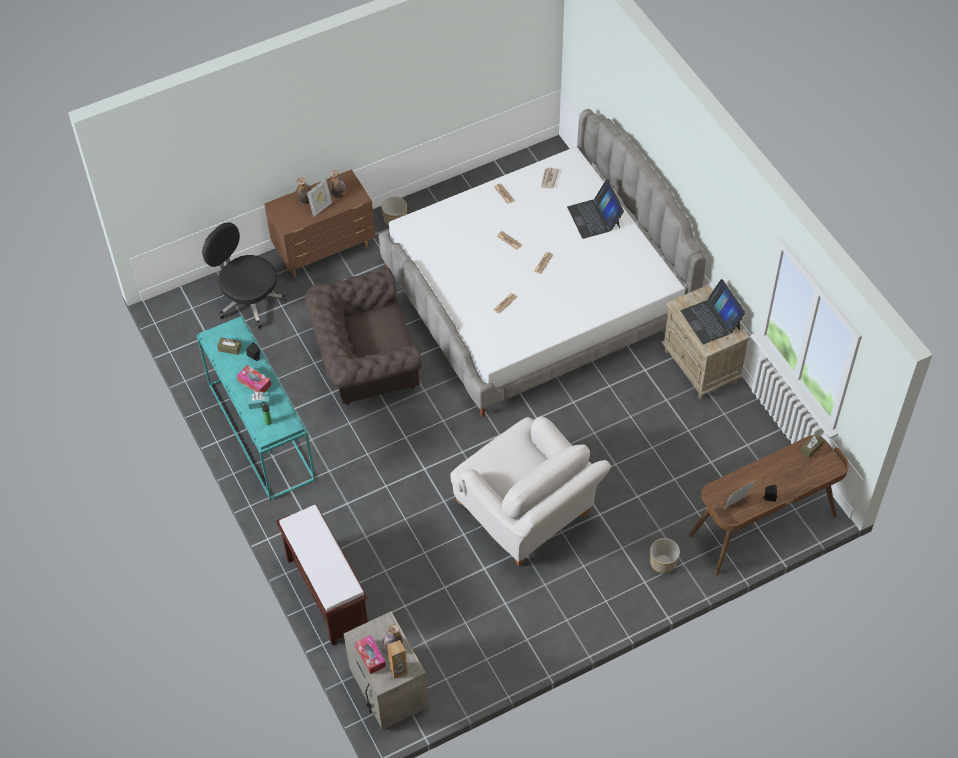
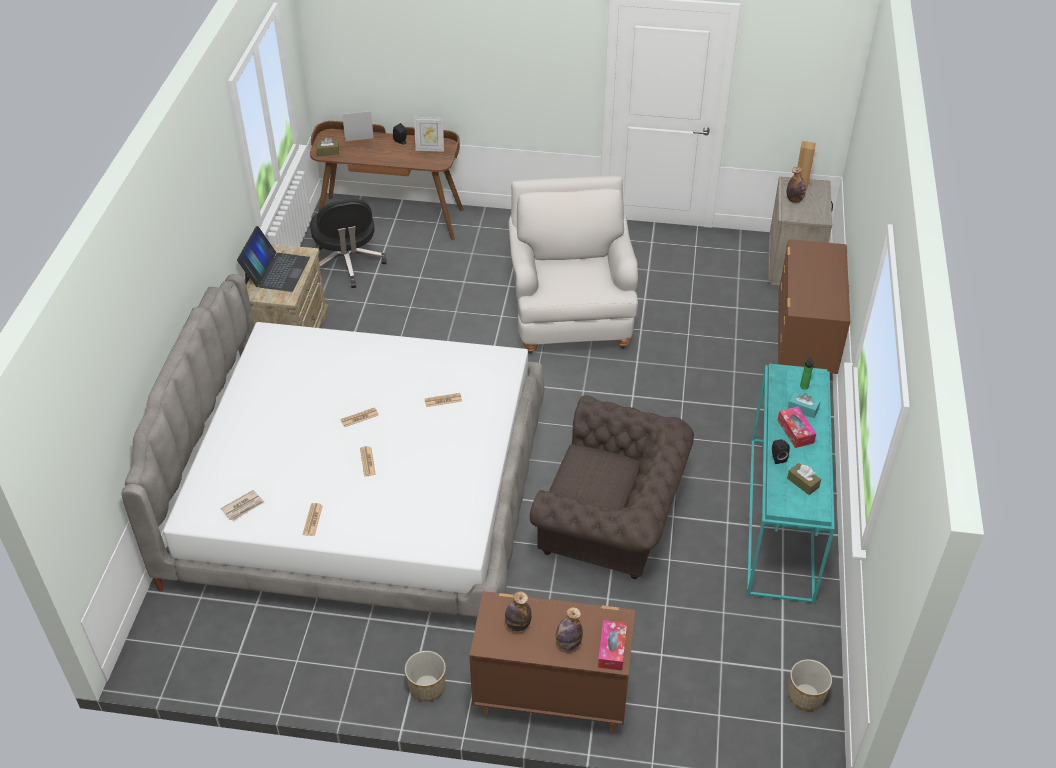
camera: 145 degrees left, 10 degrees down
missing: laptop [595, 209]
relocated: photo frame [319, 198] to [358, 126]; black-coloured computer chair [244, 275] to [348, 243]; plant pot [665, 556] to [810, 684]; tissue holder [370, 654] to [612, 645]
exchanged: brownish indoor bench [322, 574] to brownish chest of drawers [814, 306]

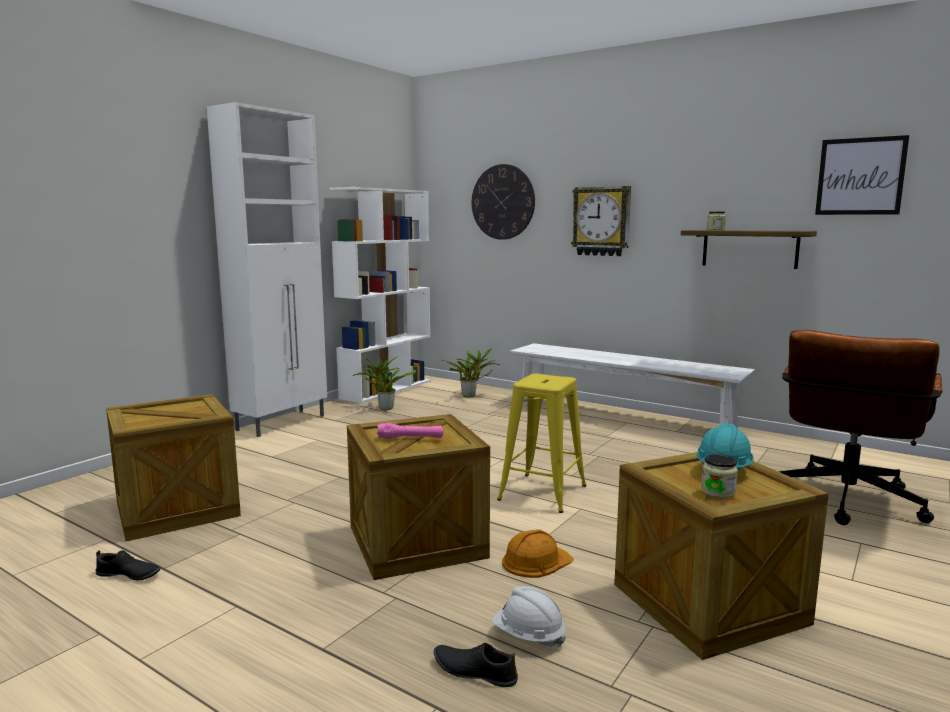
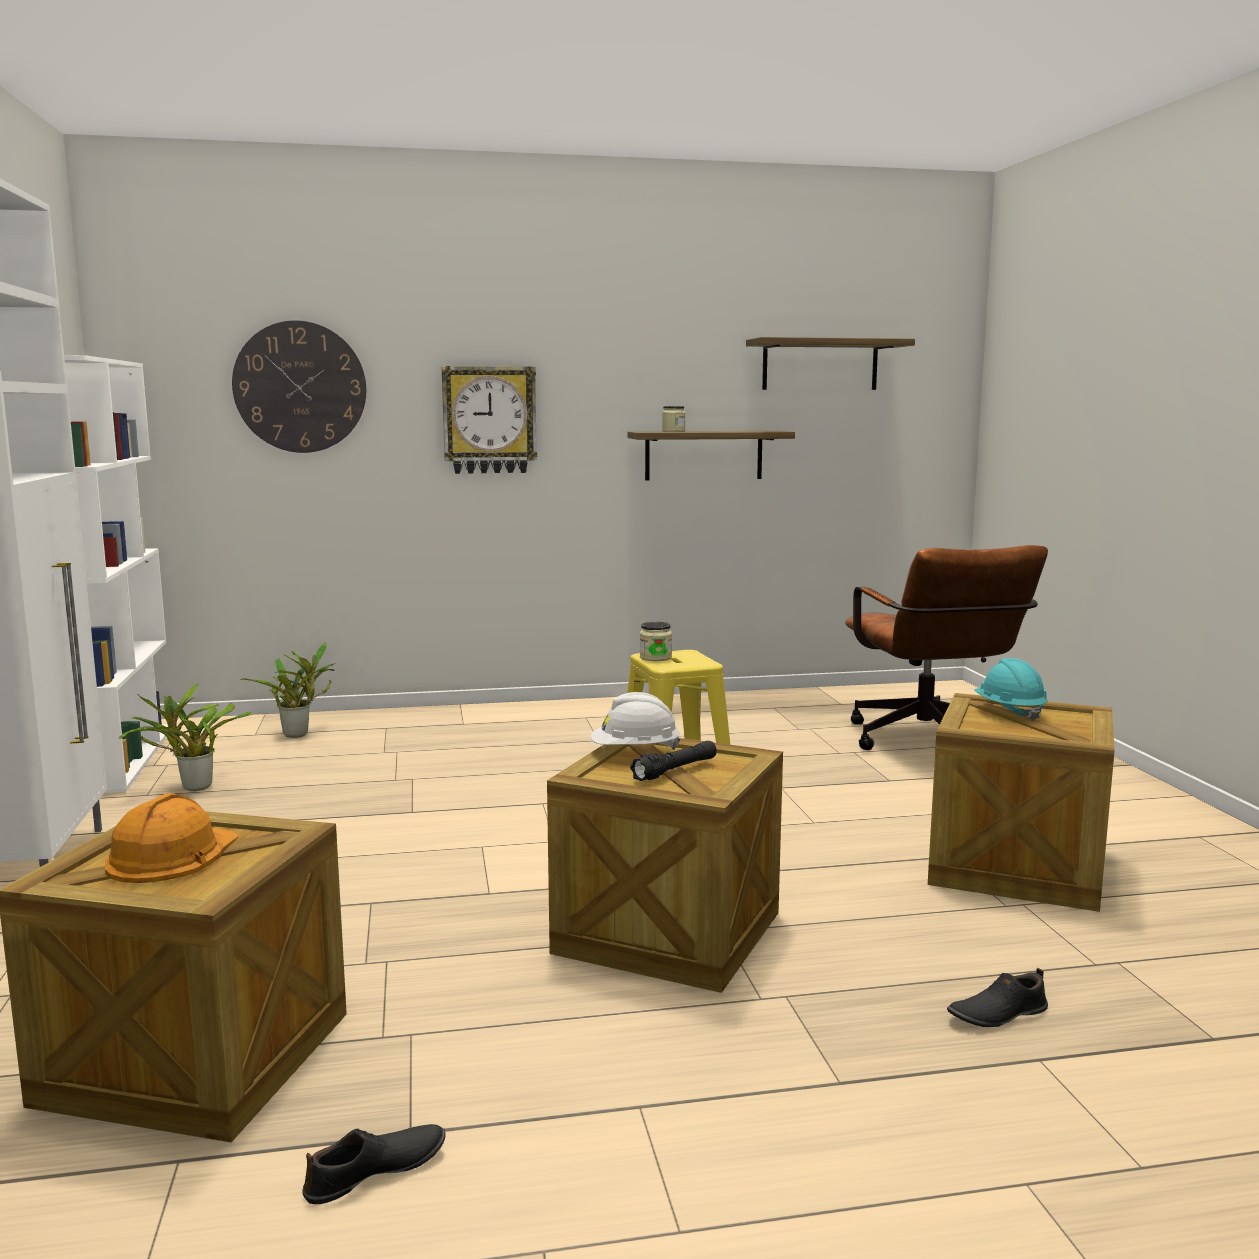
camera: 45 degrees left, 0 degrees up
missing: whitish indoor bench [632, 386]
relocated: jar [719, 476] to [656, 641]; orangey work helmet [538, 553] to [171, 838]; whitish work helmet [529, 616] to [636, 721]
exchanged: wall art [862, 175] to wall shelf [830, 363]
colour: pinkish flashlight [410, 431] to black-coloured flashlight [673, 761]

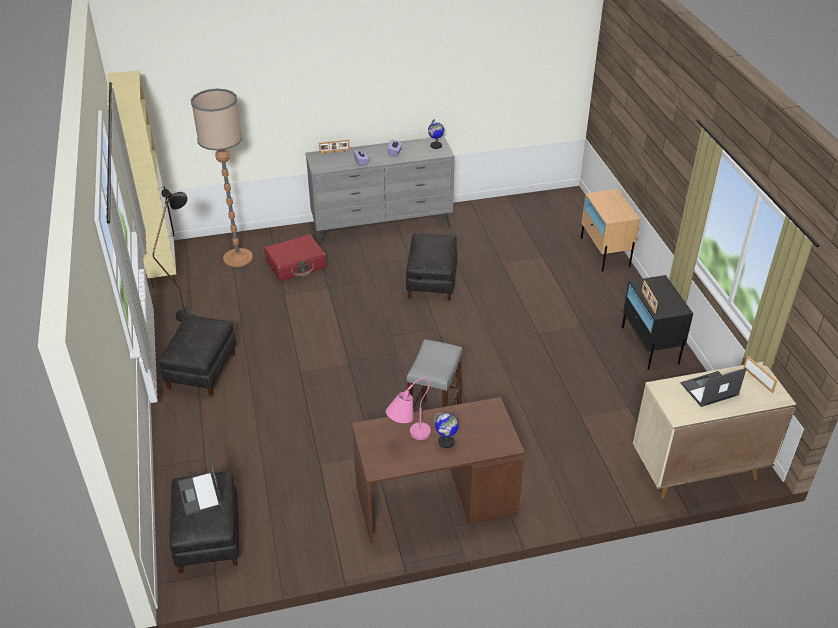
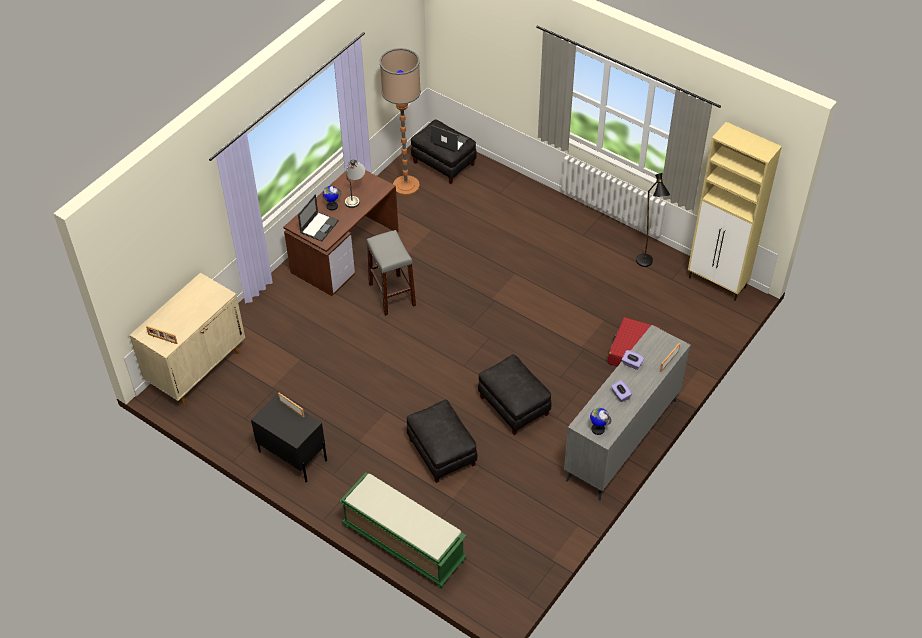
camera: 140 degrees right, 10 degrees up
relocated: standard lamp [222, 178] to [400, 121]; black-coloured footrest [197, 355] to [442, 441]; laptop [714, 387] to [318, 217]
exchanged: sand-coloured nightstand [611, 230] to greenish indoor bench [403, 530]
colour: pinkish tabletop lamp [408, 408] to greyish tabletop lamp [355, 184]

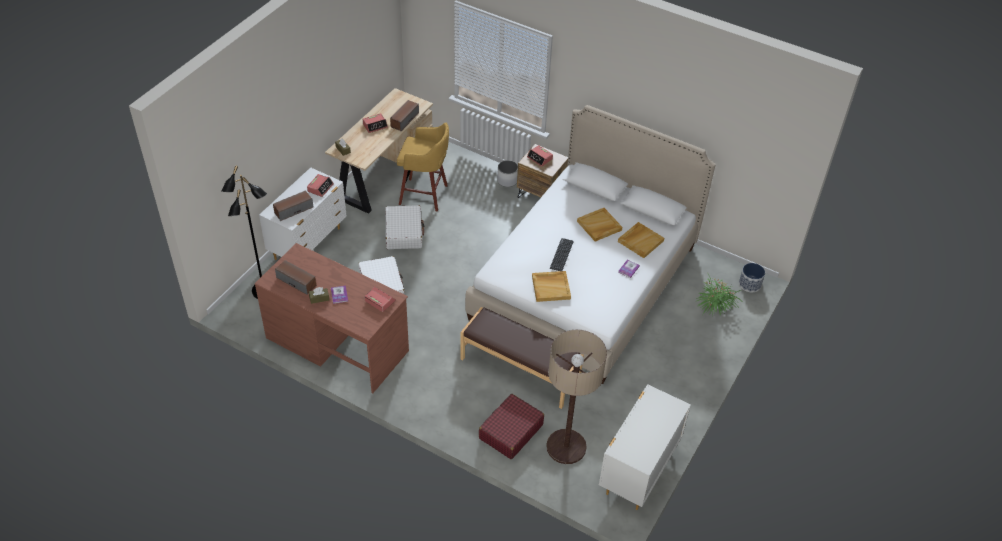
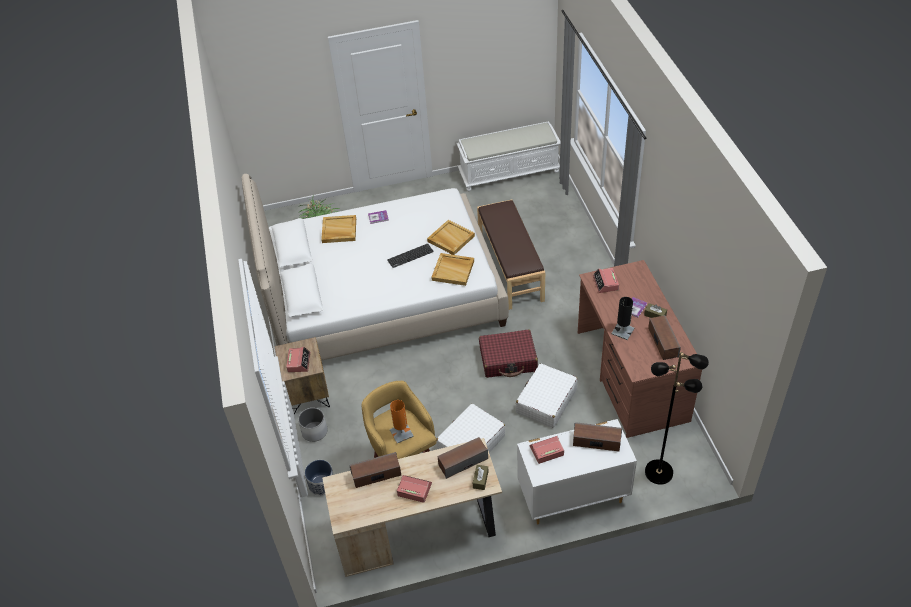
camera: 130 degrees left, 0 degrees up
missing: standard lamp [576, 397]
appeared: black-coloured tabletop lamp [623, 318]; orangey tabletop lamp [402, 421]; loudspeaker [462, 458]
relocated: sand-coloured carrying tray [599, 225] to [452, 269]; plant pot [752, 277] to [319, 478]; red travel case [511, 426] to [508, 353]
exchanged: whitish chest of drawers [645, 447] to whitish indoor bench [508, 156]

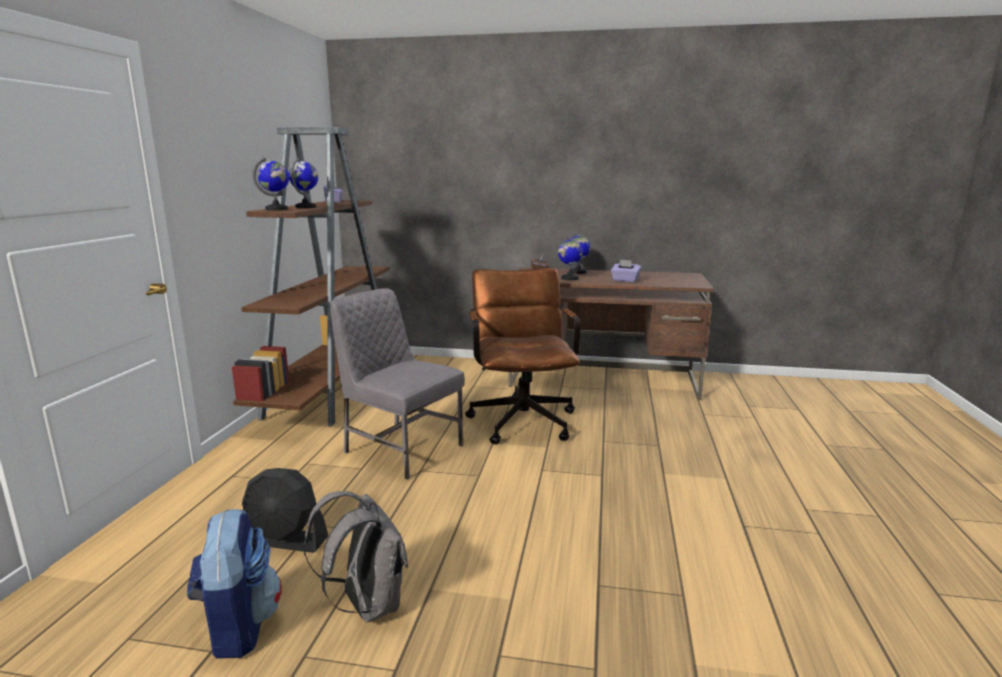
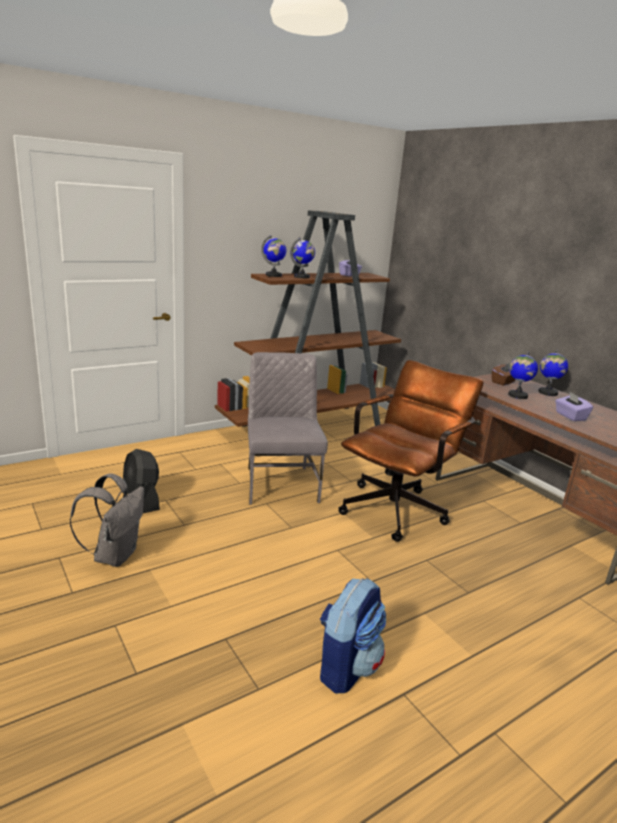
camera: 45 degrees right, 5 degrees up
relocated: knapsack [234, 583] to [352, 635]

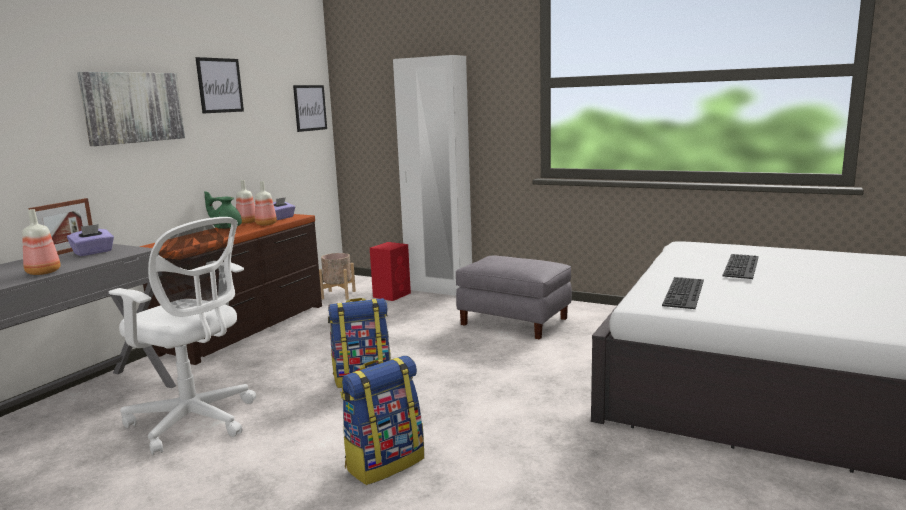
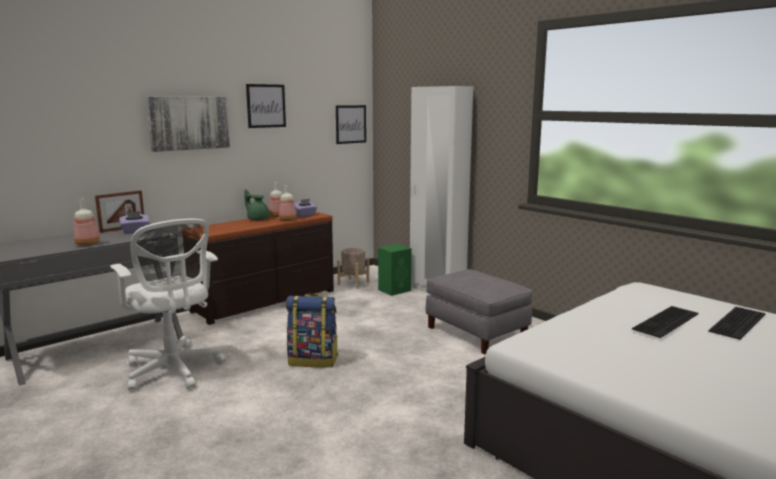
camera: 20 degrees right, 0 degrees up
missing: knapsack [382, 420]
relocated: PC keyboard [683, 293] to [737, 323]
colour: red loudspeaker [390, 271] to greenish loudspeaker [395, 270]

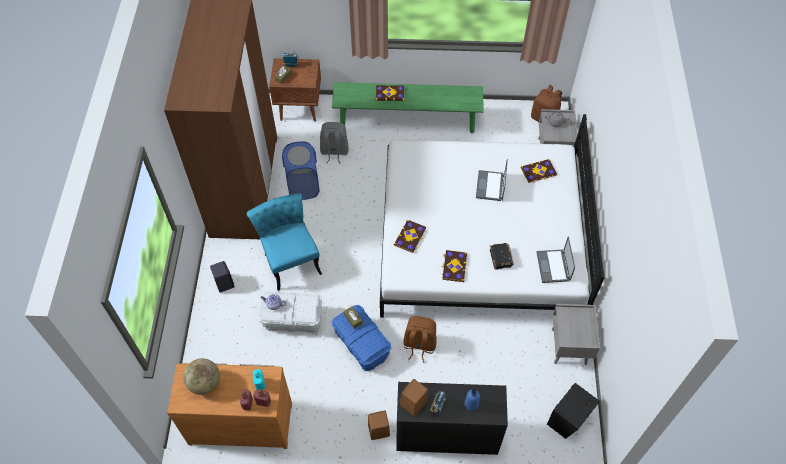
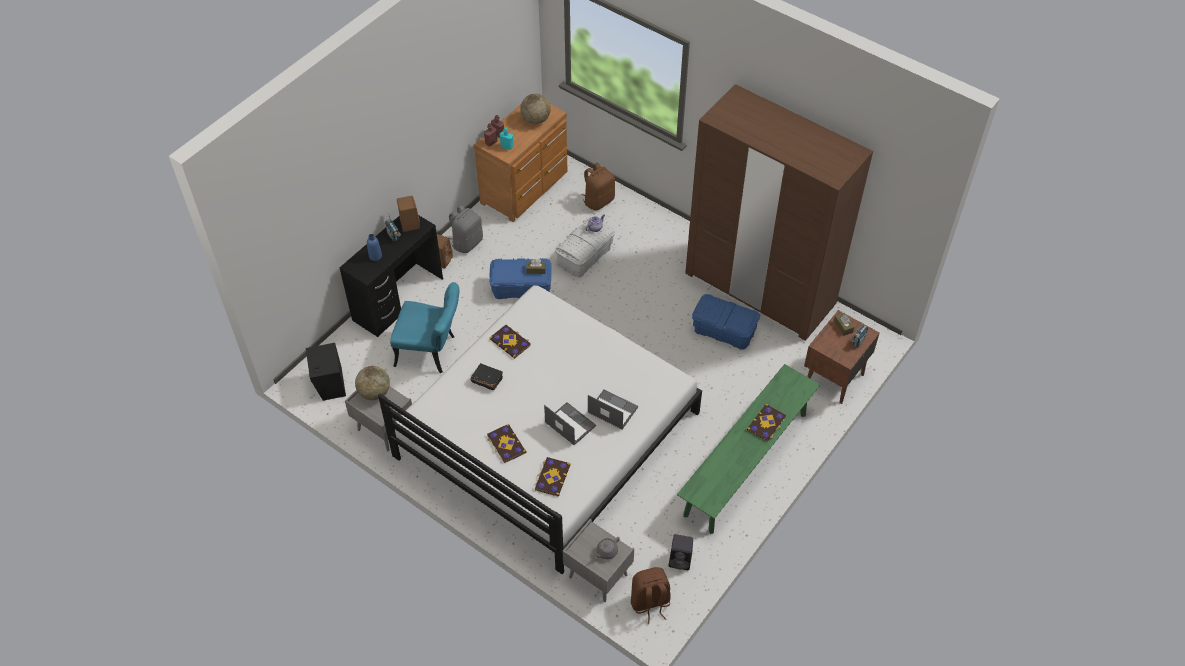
camera: 125 degrees right, 5 degrees down
appeared: desk globe [372, 383]
relocated: greyish knapsack [334, 143] to [466, 229]; blue-green plain chair [284, 242] to [424, 327]; bound book [410, 236] to [506, 443]; laptop [555, 259] to [613, 409]; black-coloured loudspeaker [222, 277] to [681, 552]; brownish knapsack [420, 339] to [598, 186]
exchanged: blue-coloured laundry basket [301, 170] to blue-coloured storage bin [726, 321]

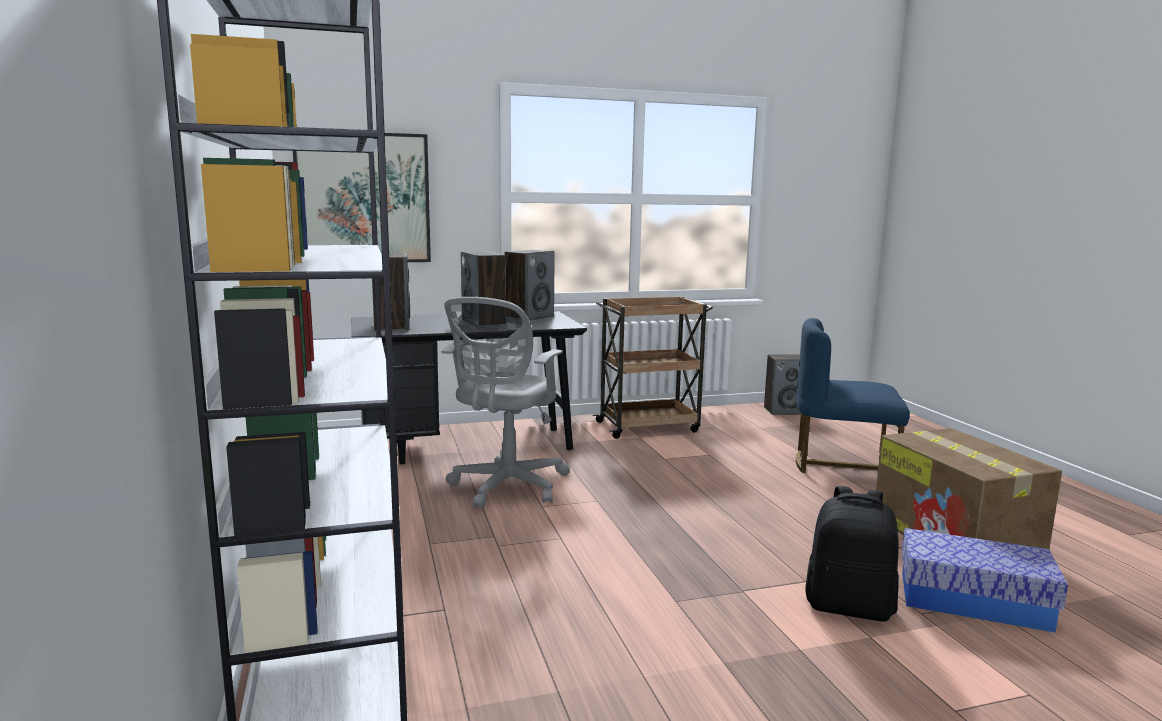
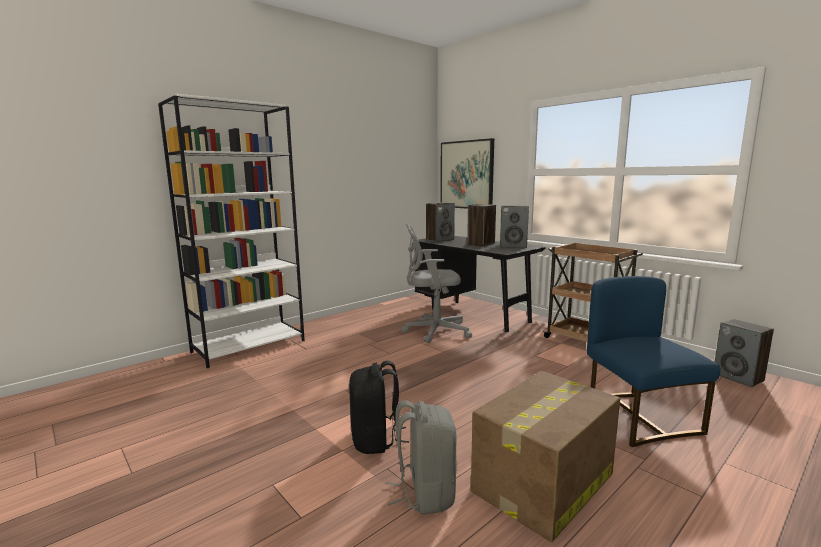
camera: 65 degrees right, 0 degrees up
exchanged: storage bin [985, 580] to greyish knapsack [421, 457]

